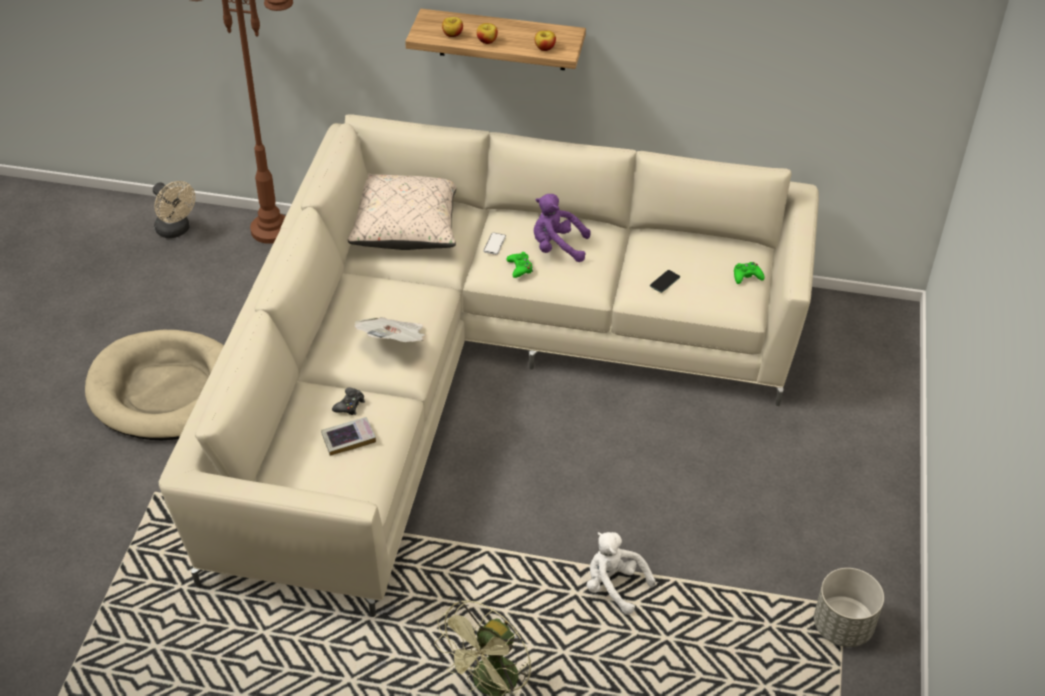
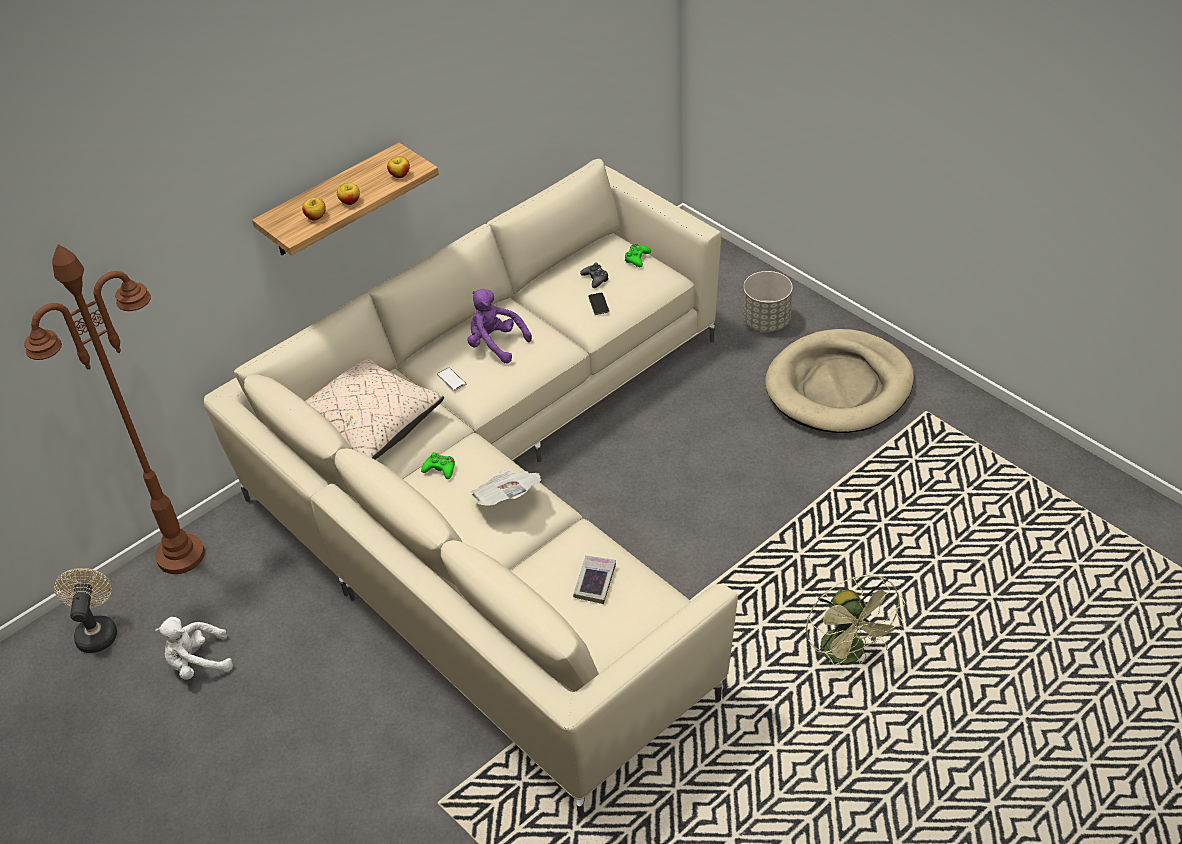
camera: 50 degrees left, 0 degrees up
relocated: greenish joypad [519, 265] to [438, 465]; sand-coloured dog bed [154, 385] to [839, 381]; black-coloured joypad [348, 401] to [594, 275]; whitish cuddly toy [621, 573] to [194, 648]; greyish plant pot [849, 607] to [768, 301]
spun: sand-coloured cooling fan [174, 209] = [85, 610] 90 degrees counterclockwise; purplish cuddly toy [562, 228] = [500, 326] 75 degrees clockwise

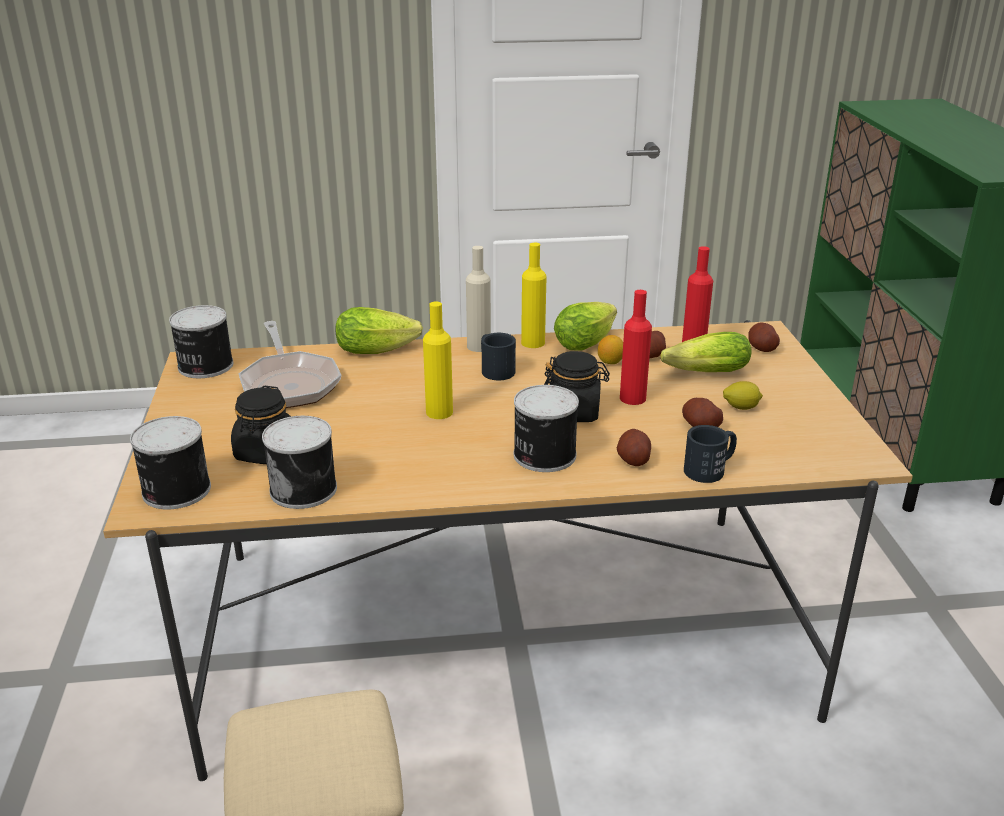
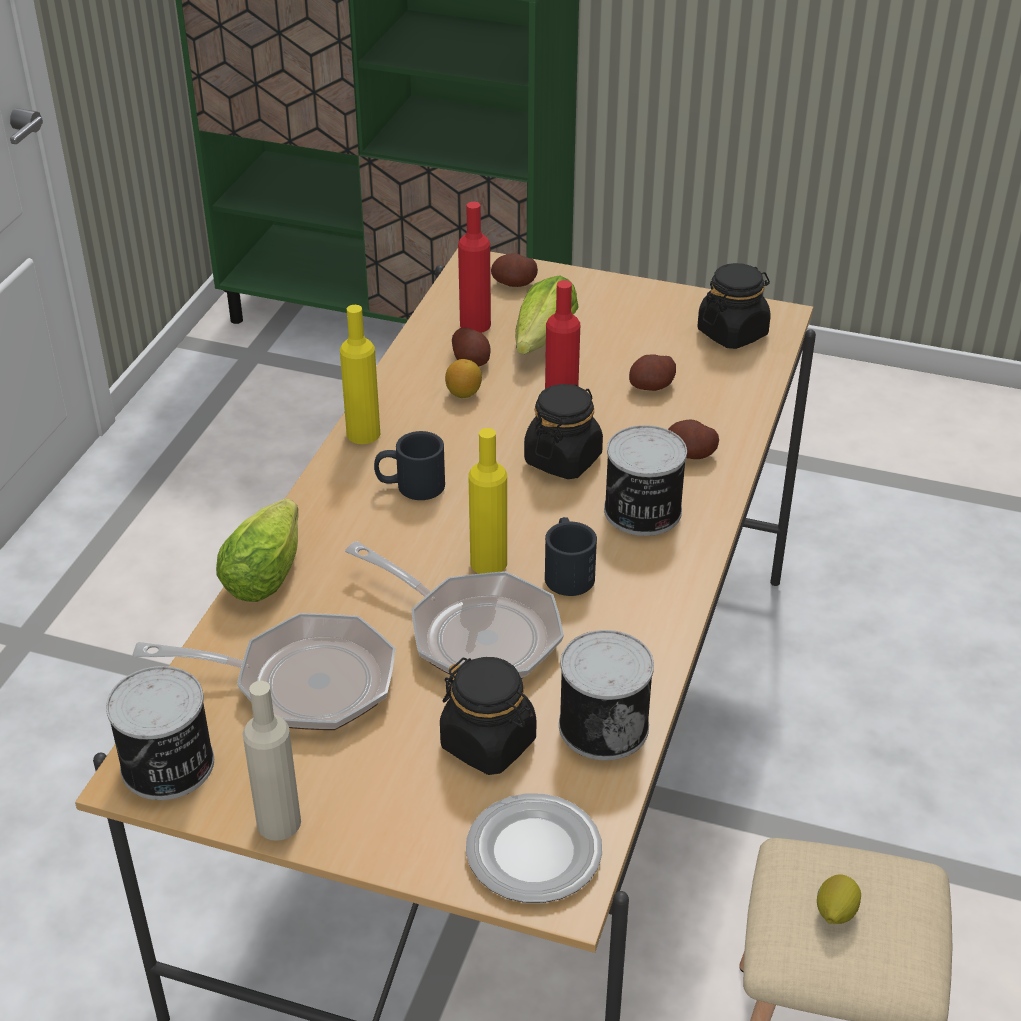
camera: 65 degrees left, 10 degrees up
missing: lettuce head [585, 326]
appeared: black-coloured jar [734, 306]; pan [454, 610]
relocated: sand-coloured drink bottle [478, 299] to [271, 761]; lemon [743, 395] to [839, 899]; black-coloured mug [710, 454] to [571, 556]
exchanged: metal can [170, 462] to plate [534, 848]

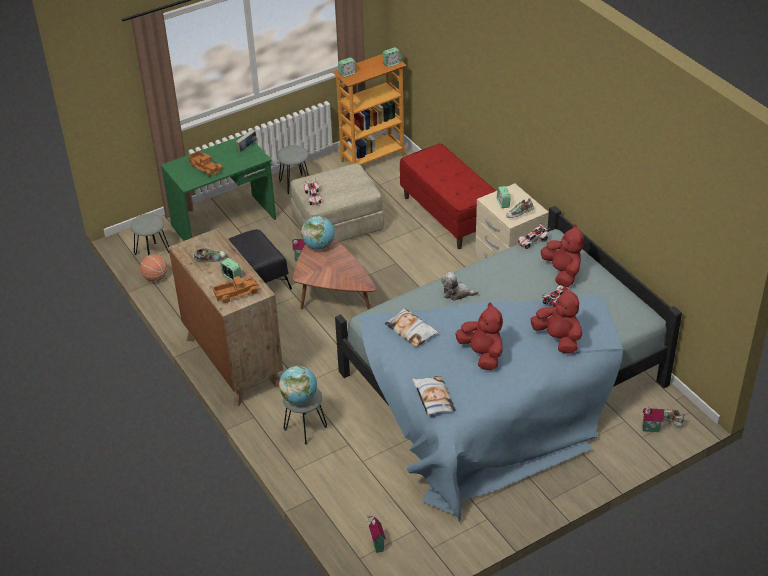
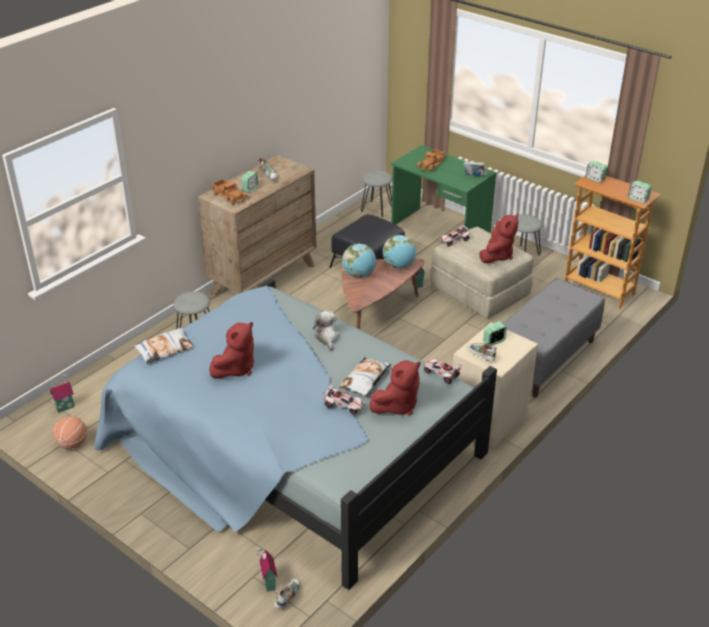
camera: 70 degrees right, 5 degrees down
relocated: basketball ball [154, 267] to [70, 432]; red cuddly toy [556, 320] to [499, 238]; throw pillow [411, 328] to [365, 376]; desk globe [298, 384] to [359, 261]
colour: red indoor bench [447, 196] to greyish indoor bench [554, 338]

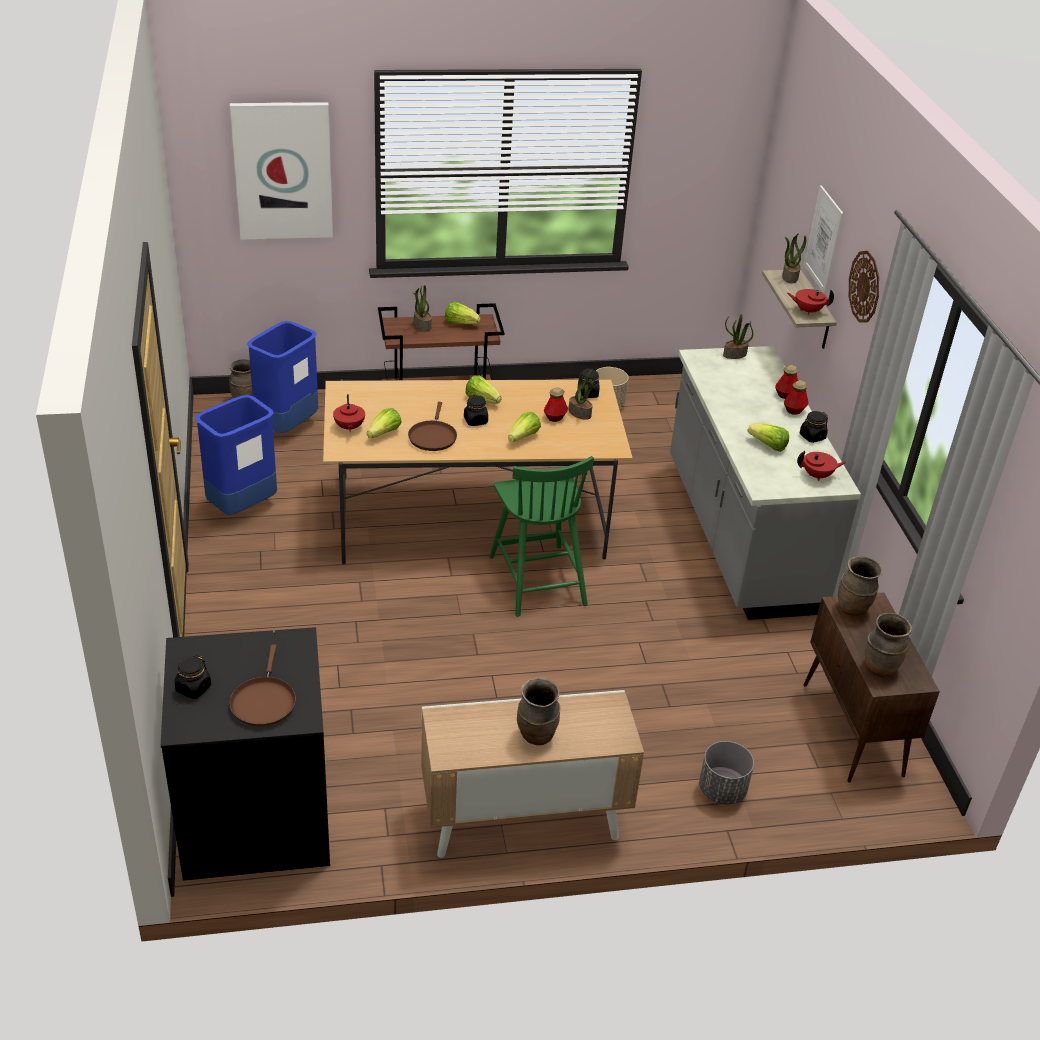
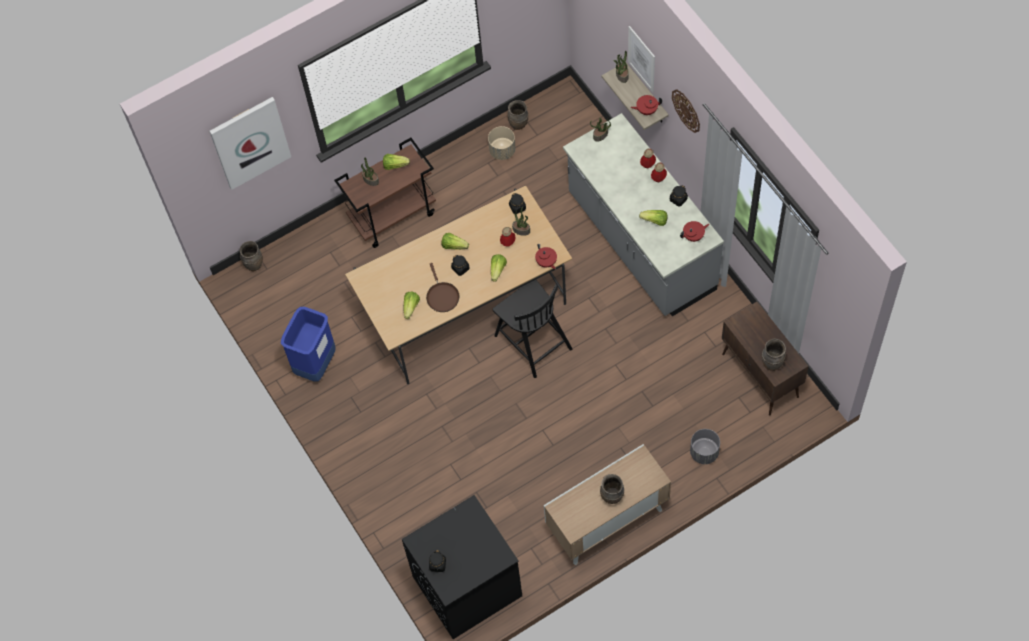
camera: 15 degrees left, 25 degrees up
missing: blue-coloured rubbish bin [282, 377]; brownish pan [262, 685]
relocated: red teapot [349, 413] to [546, 256]; brownish flower vase [860, 586] to [518, 115]
colour: greenish plain chair [541, 536] to black-coloured plain chair [532, 329]

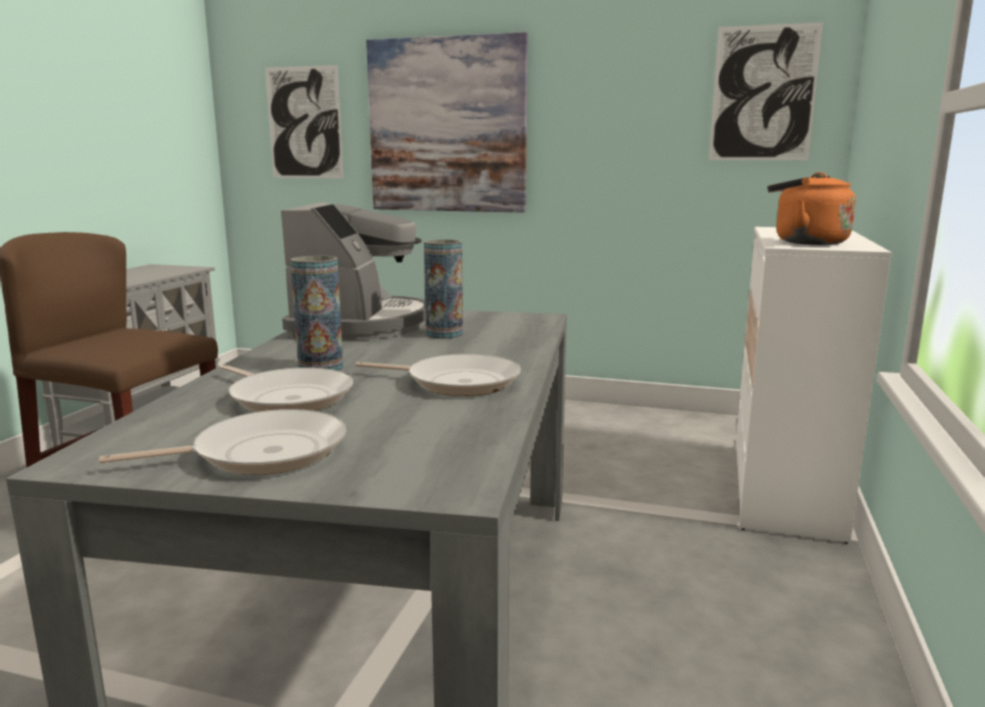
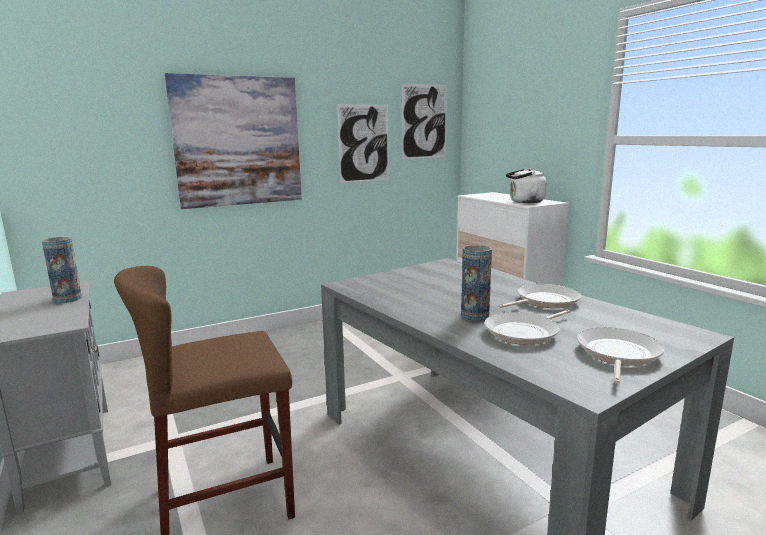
camera: 45 degrees left, 0 degrees up
missing: coffee brewer [353, 271]
relocated: wall art [304, 121] to [363, 143]; flower vase [443, 289] to [62, 270]
colour: orangey tea kettle [812, 208] to whitish tea kettle [526, 185]
spun: pan [286, 388] = [527, 327] 150 degrees clockwise

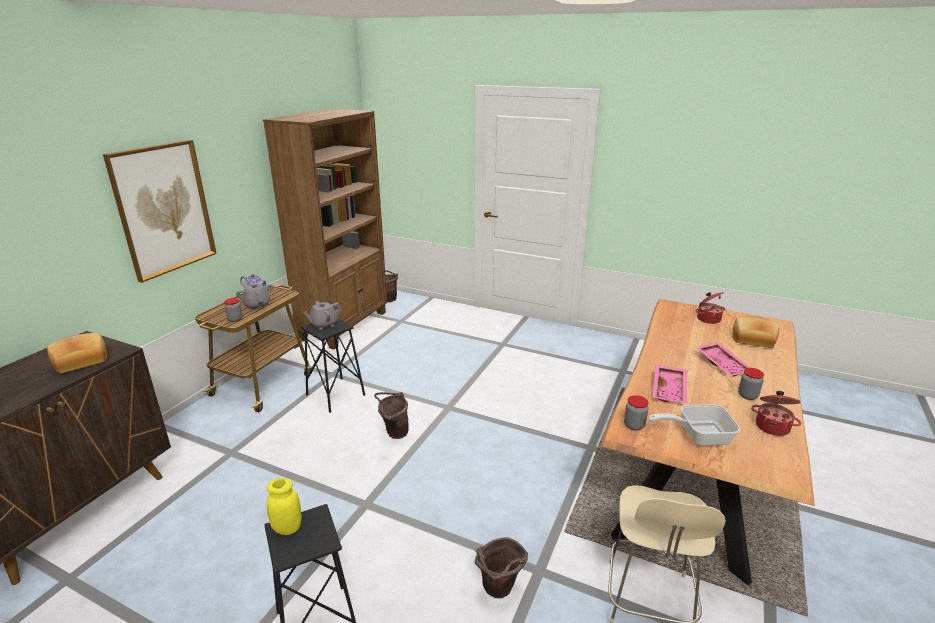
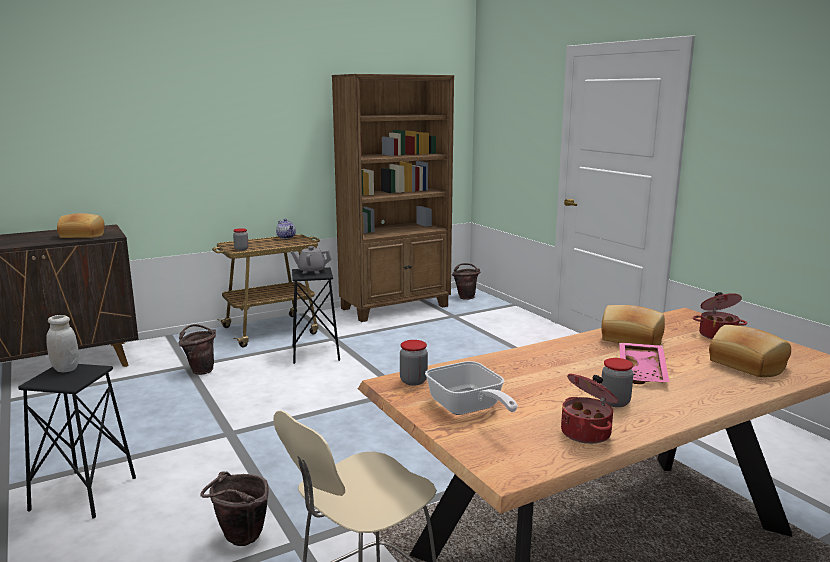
camera: 35 degrees right, 10 degrees down
missing: wall art [160, 211]; greyish teapot [254, 296]; pinkish carrying tray [670, 384]
appeared: bakery bread [633, 325]
relocated: brownish bucket [391, 415] to [197, 349]
colour: yellow jar [284, 506] to whitish jar [62, 343]
spun: pan [694, 425] = [471, 388] 150 degrees counterclockwise

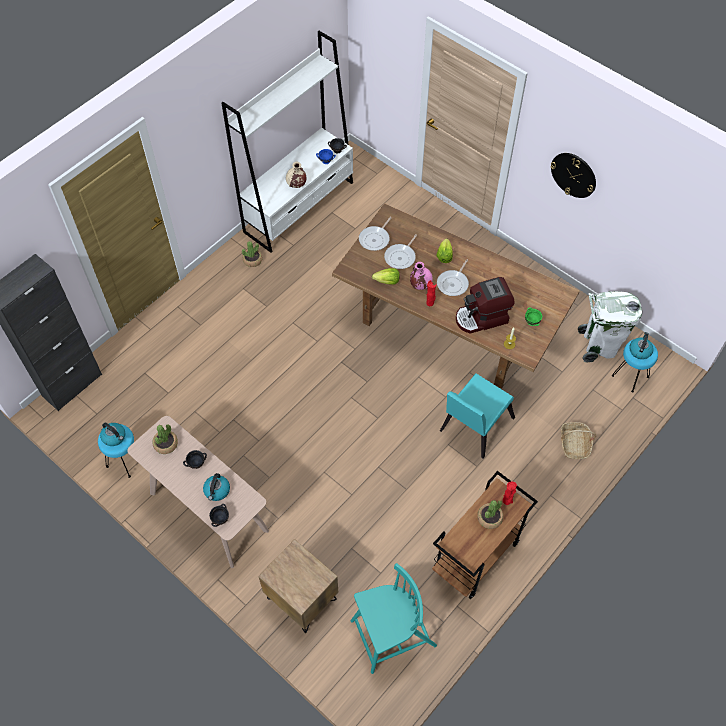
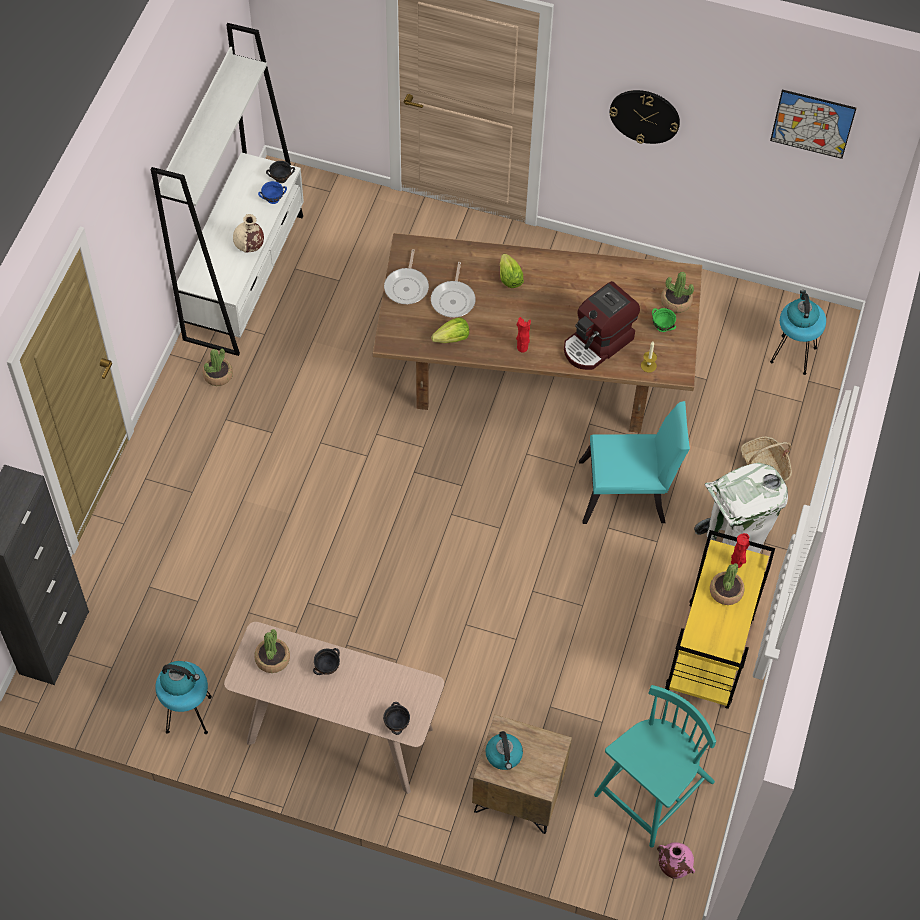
camera: 25 degrees left, 0 degrees up
missing: pan [453, 277]
appeared: wall art [813, 124]; potted plant [677, 292]
relocated: pinkish flower vase [421, 276] to [676, 860]; whitish rubbish bin [610, 326] to [741, 508]; tea kettle [216, 487] to [504, 750]
colour: brownish cart [485, 535] to yellow cart [720, 619]
spun: blue-green plain chair [477, 415] = [634, 462] 105 degrees counterclockwise

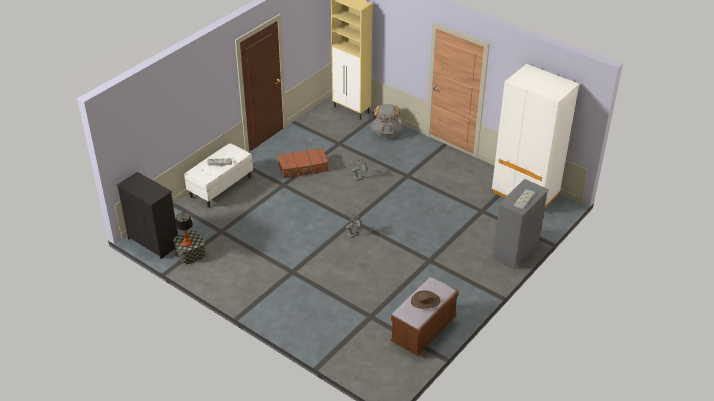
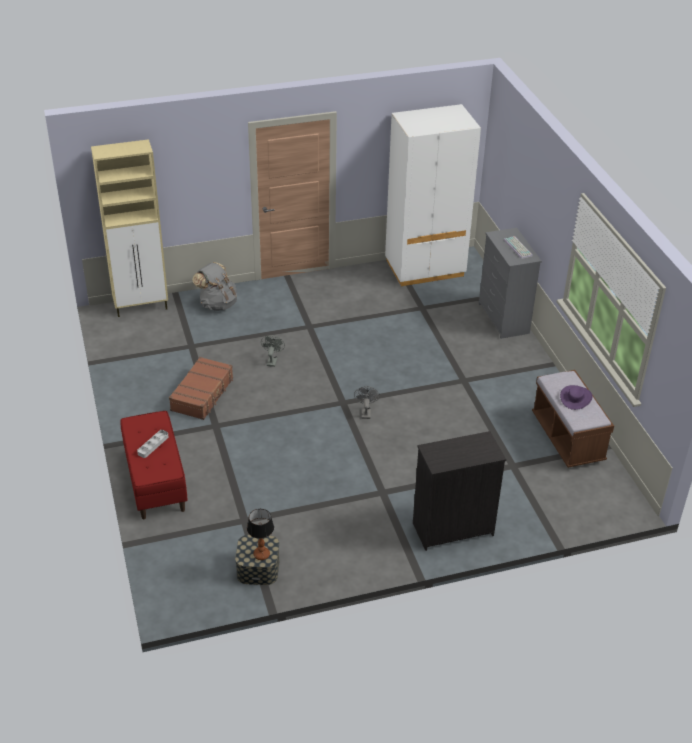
camera: 55 degrees left, 0 degrees up
relocated: black-coloured chest of drawers [147, 215] to [459, 491]
colour: whitish indoor bench [218, 175] to red indoor bench [154, 465]; brownish wearable hat [425, 299] to purplish wearable hat [576, 397]

